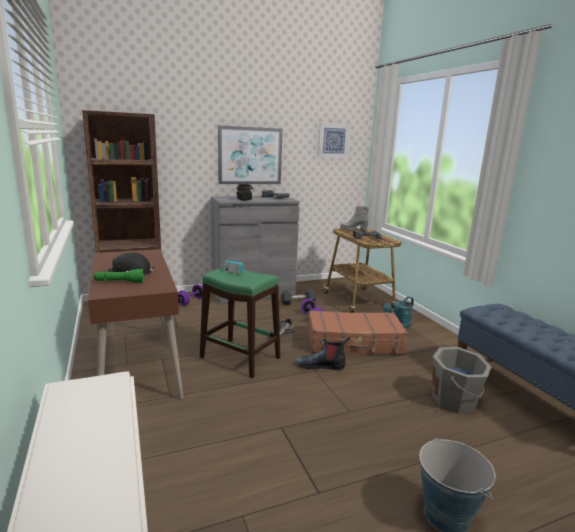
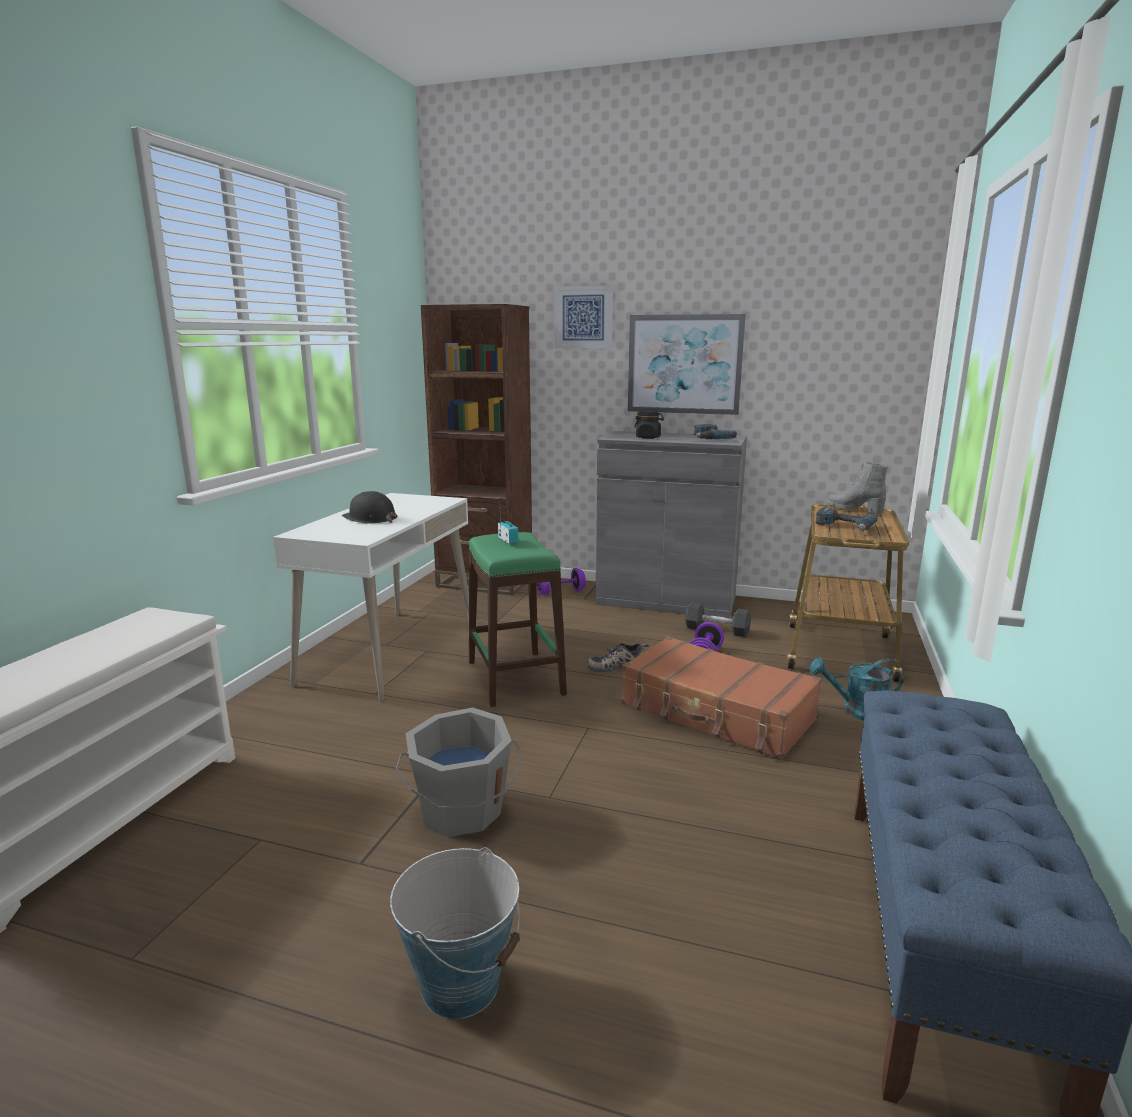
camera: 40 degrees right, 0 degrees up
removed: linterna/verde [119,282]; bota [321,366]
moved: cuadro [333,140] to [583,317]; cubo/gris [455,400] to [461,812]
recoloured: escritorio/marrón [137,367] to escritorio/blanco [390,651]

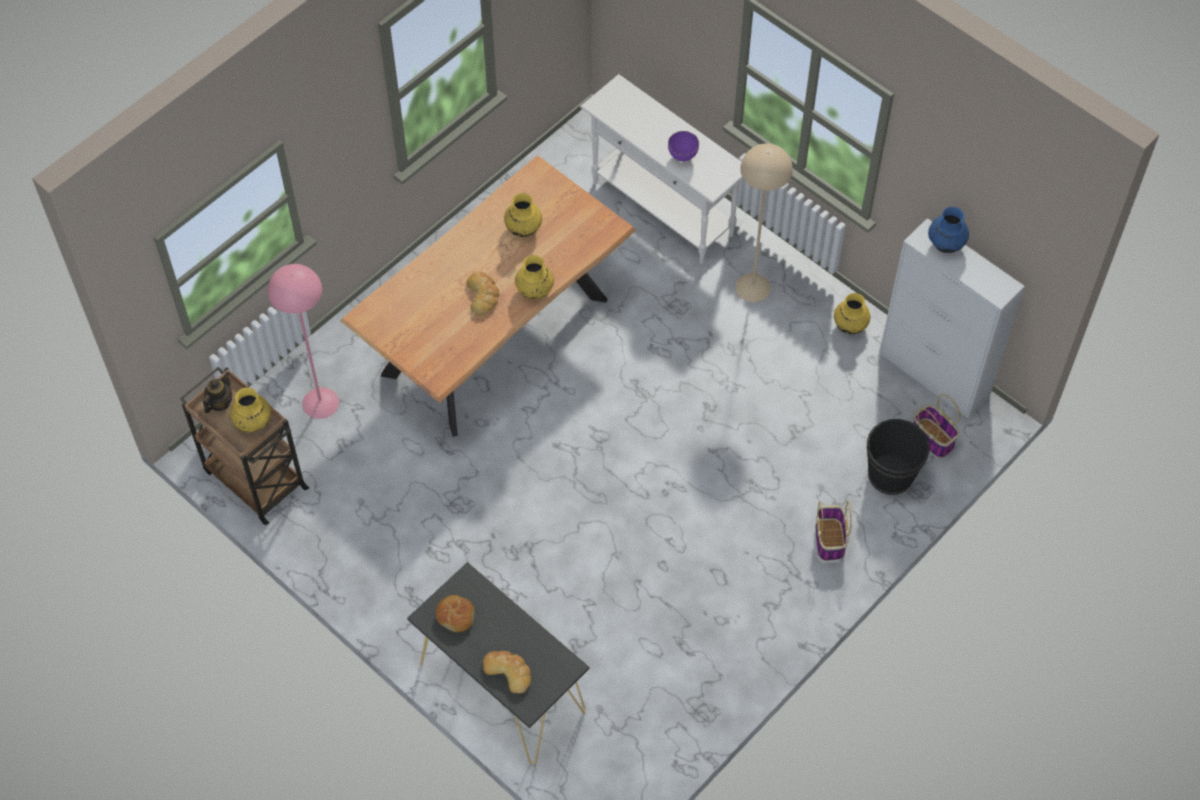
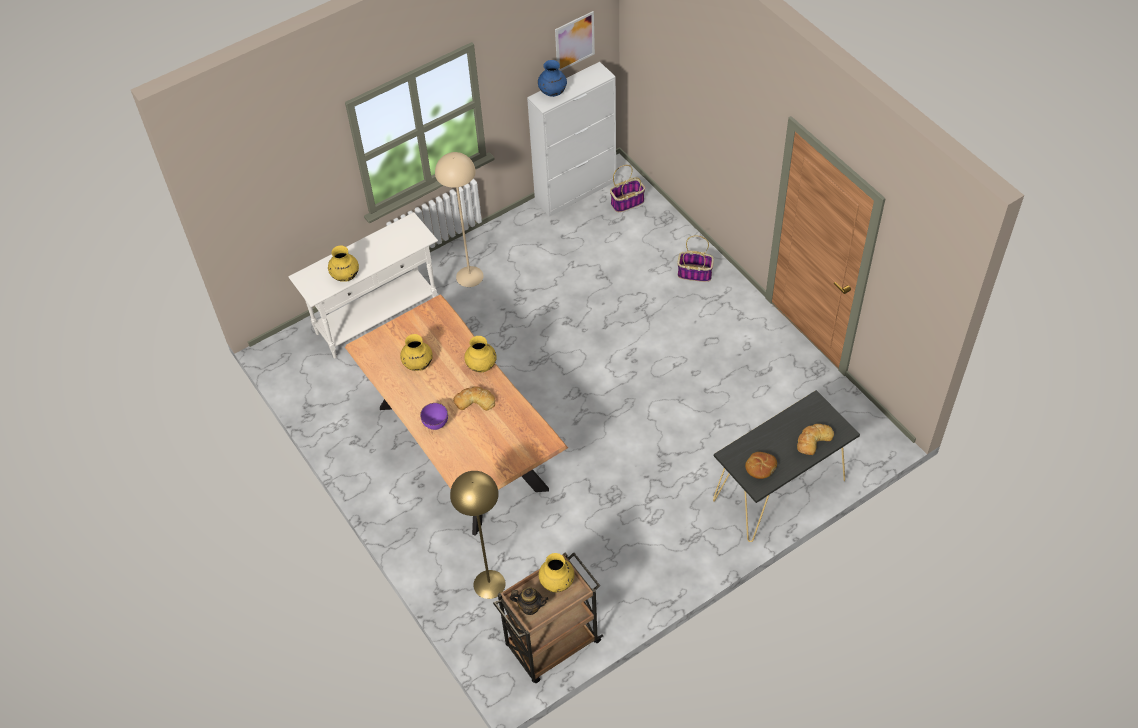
camera: 75 degrees left, 5 degrees down
removed: cubo/negro [890,475]
added: cuadro [574,41]
moved: cuenco/morado [683,157] to [436,424]; florero/amarillo [850,325] to [345,276]
recoloured: lámpara de pie/rosa [320,402] to lámpara de pie/amarillo [489,584]
turned: tetera [220,403] = [530,606] 150 degrees clockwise

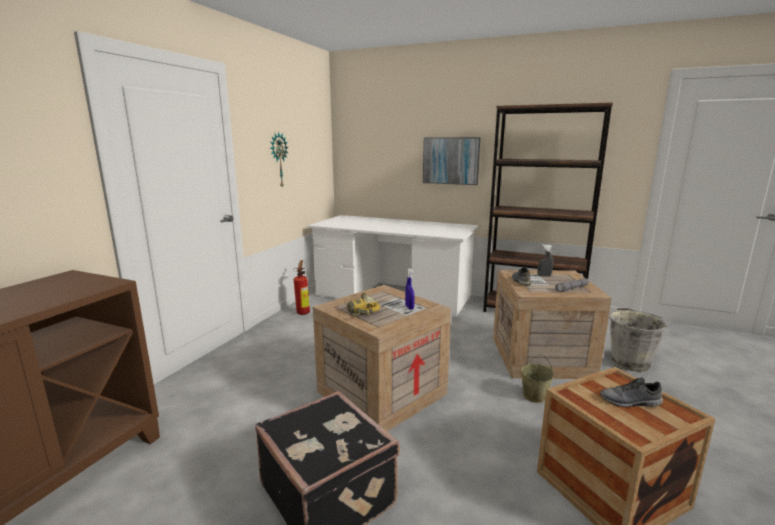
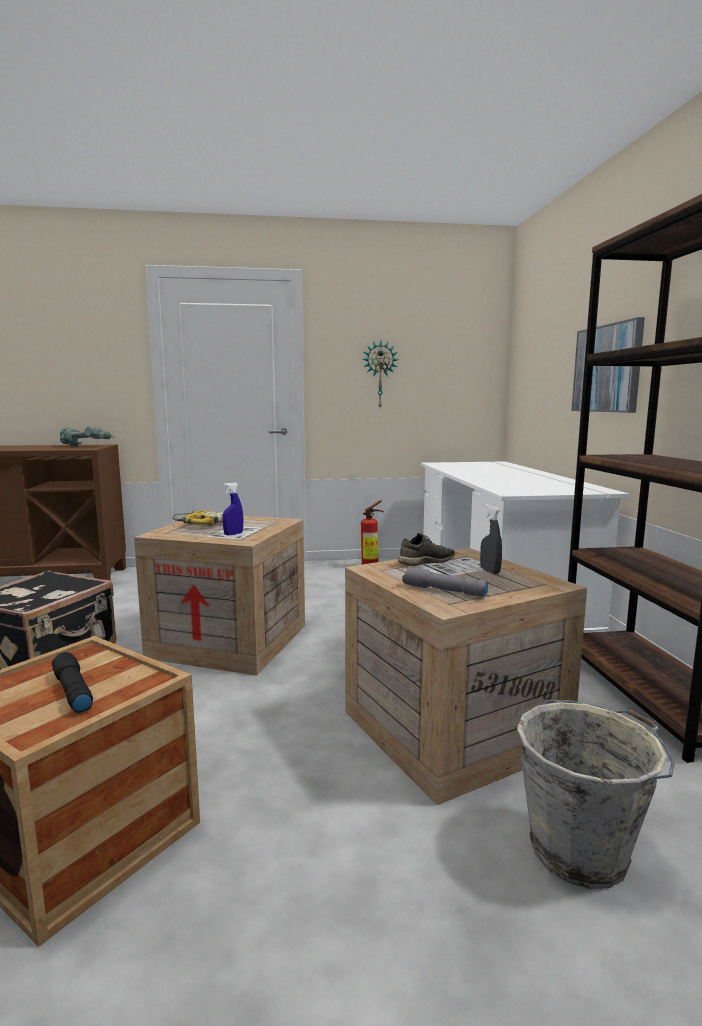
camera: 60 degrees right, 5 degrees down
removed: cubo/beis [534,396]
added: taladro [88,446]
replaced: zapato/gris [630,402] to linterna/negro [72,691]

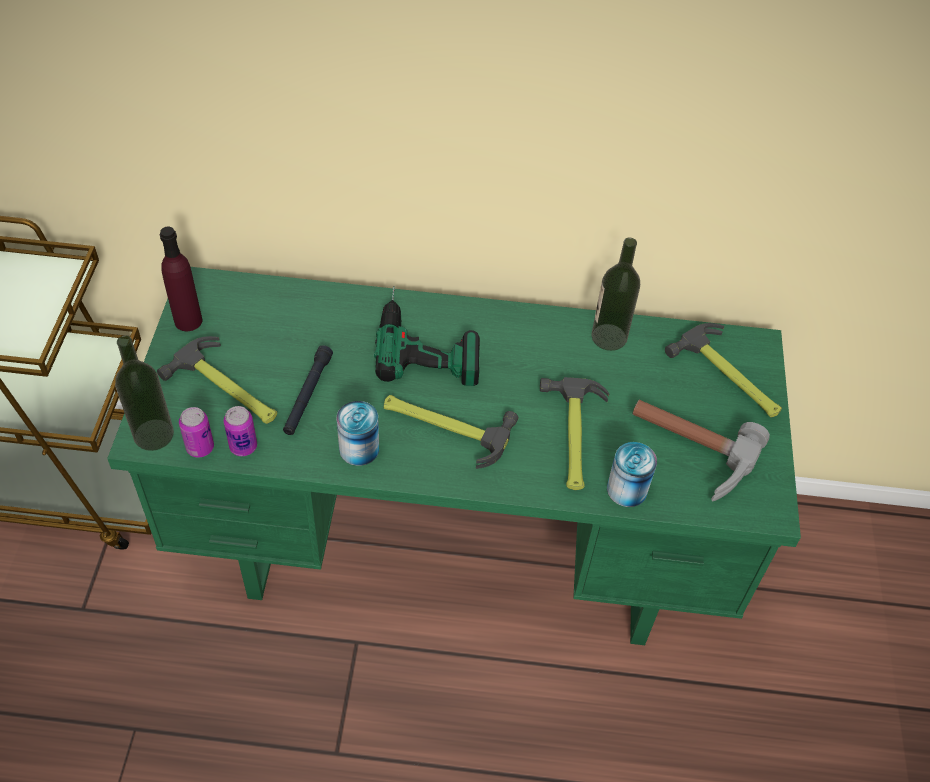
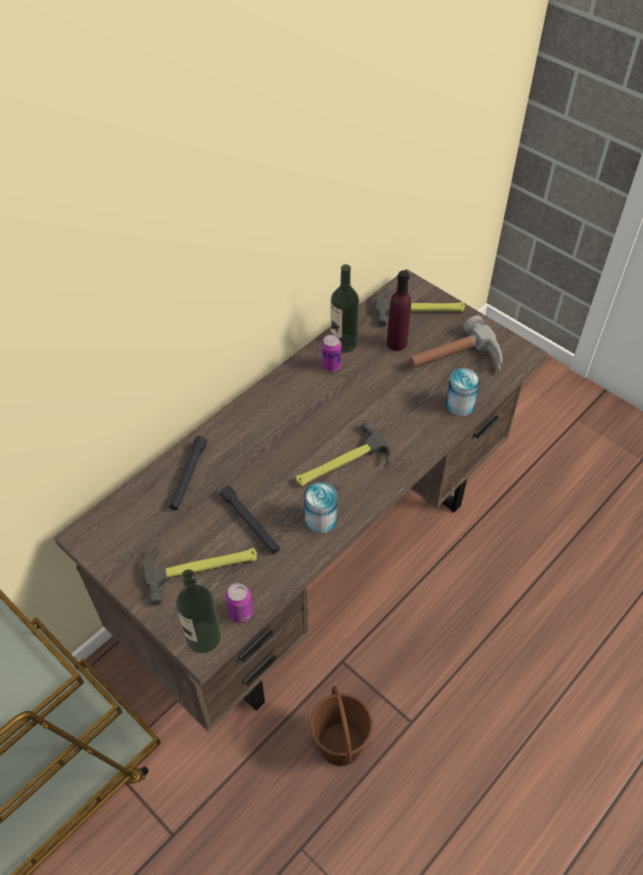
camera: 50 degrees left, 0 degrees up
removed: taladro [427,339]; martillo [573,437]
added: linterna/negro [188,476]; cubo/marrón [340,743]
moved: botella/morado [188,321] to [396,343]; lata [243,446] to [331,366]
recoloured: escritorio/verde [457,549] to escritorio/marrón [321,560]

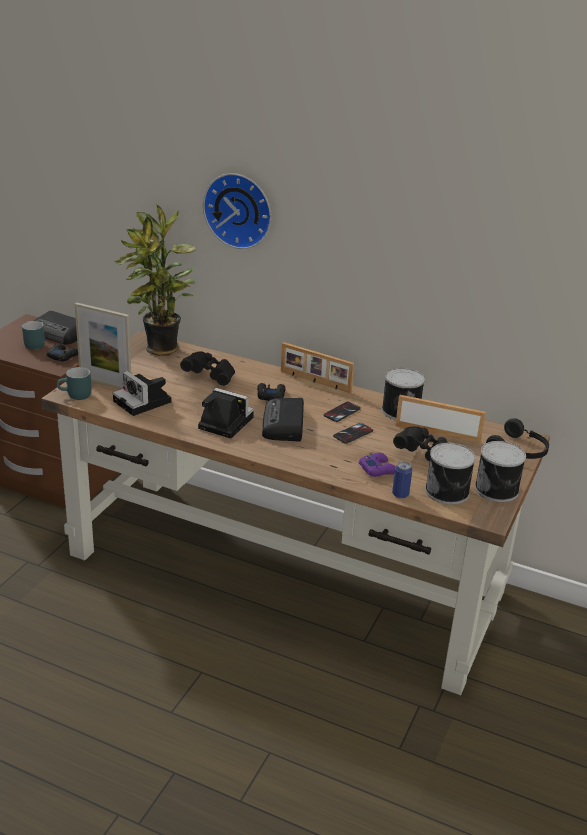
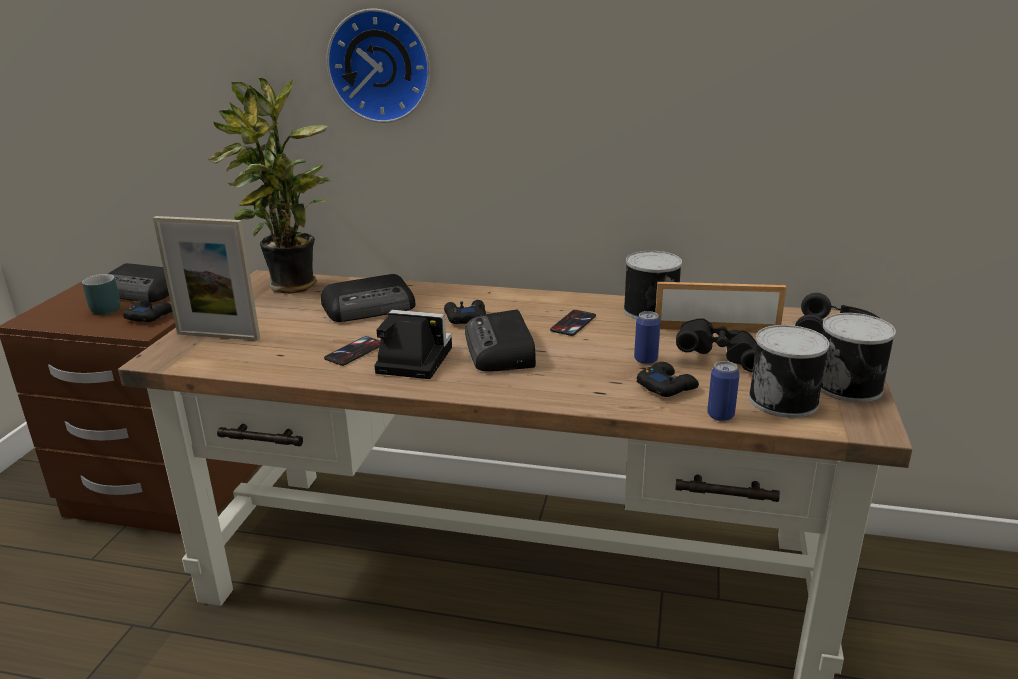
camera: 10 degrees left, 5 degrees down
removed: portarretratos [315,381]; taza grande/turquesa [75,396]; cámara [144,402]
added: lata [645,360]
moved: móvil [353,433] to [354,351]
replaced: prismáticos/negro [210,376] to radio [371,307]
recoloured: mando de consola/morado [378,469] to mando de consola/negro [666,386]

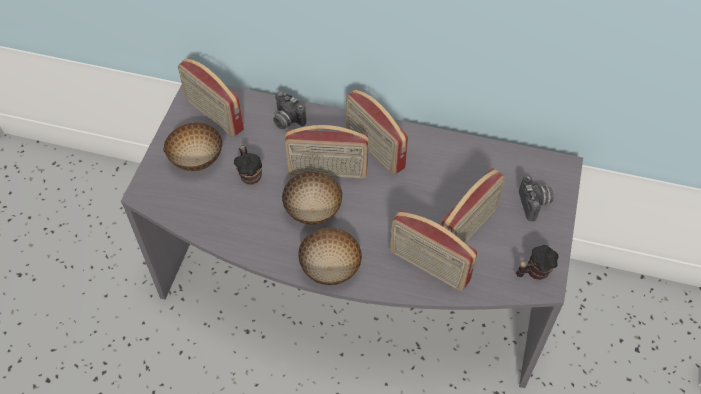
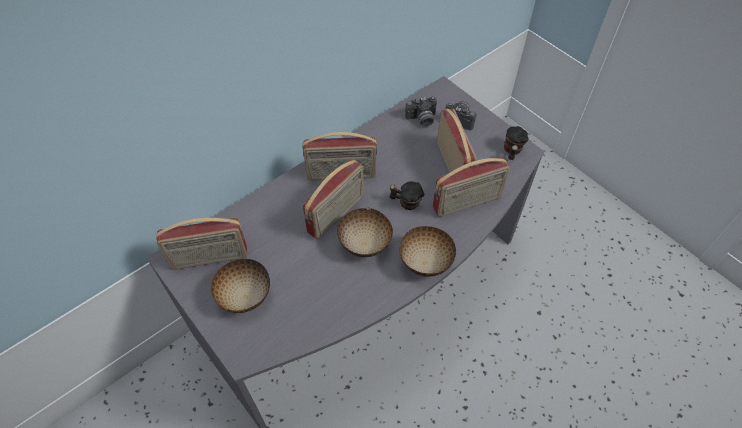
camera: 55 degrees left, 0 degrees up
moved: cámara [286,120] to [421,120]; taza grande [250,174] to [406,202]

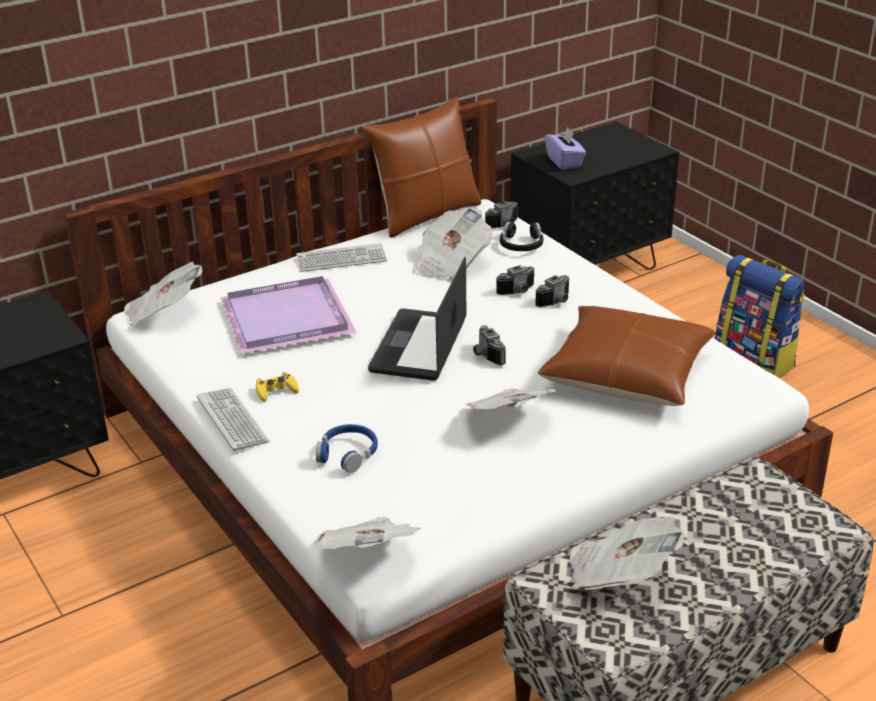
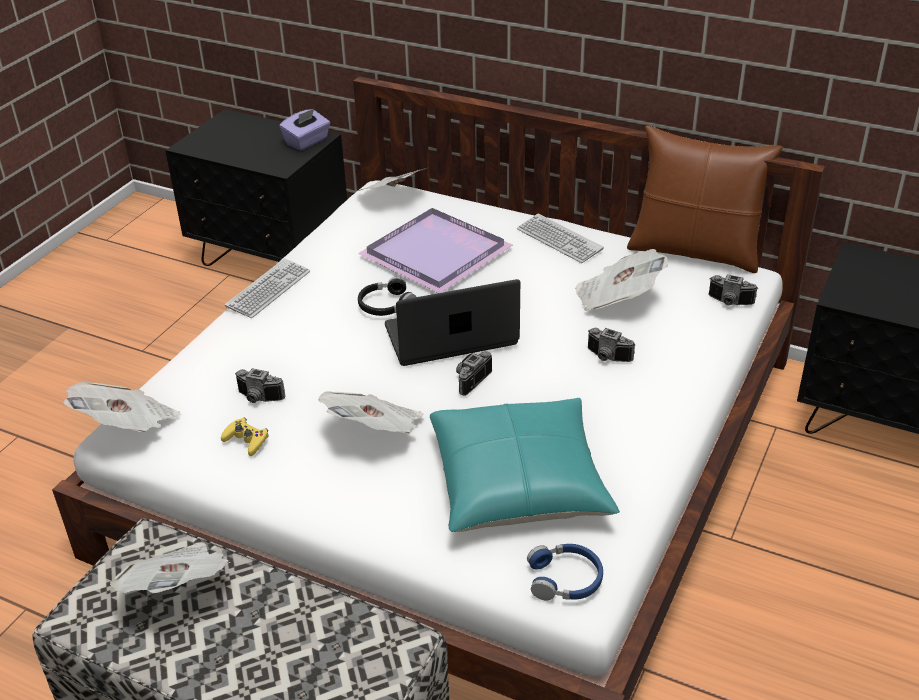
camera: 60 degrees right, 5 degrees up
removed: mochila [755,361]
moved: caja de pañuelos/morado [564,162] to [307,142]; auriculares/negro [521,244] to [386,305]; cámara [557,302] to [258,399]; mando de consola/amarillo [276,391] to [246,440]; auriculares/azul [348,454] to [565,579]
recoloured: cojín/marrón [626,374] to cojín/turquesa [519,482]

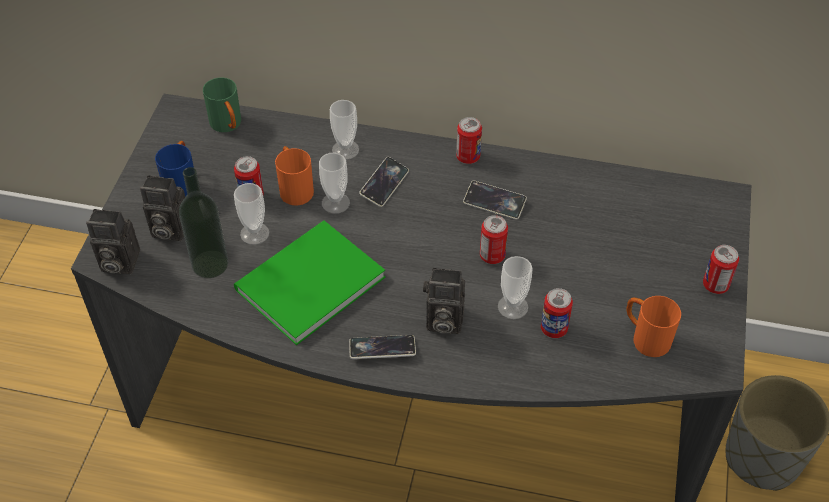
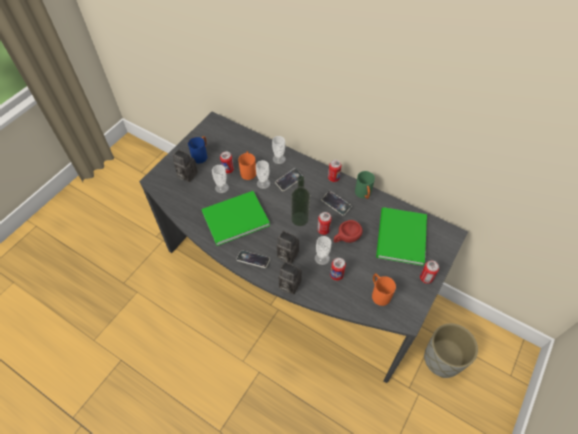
camera: 20 degrees right, 5 degrees up
added: libro/verde [399,238]; taza/rojo [346,238]
moved: taza grande/verde [228,126] to [363,195]; botella [210,264] to [299,219]; cámara [117,262] to [288,285]

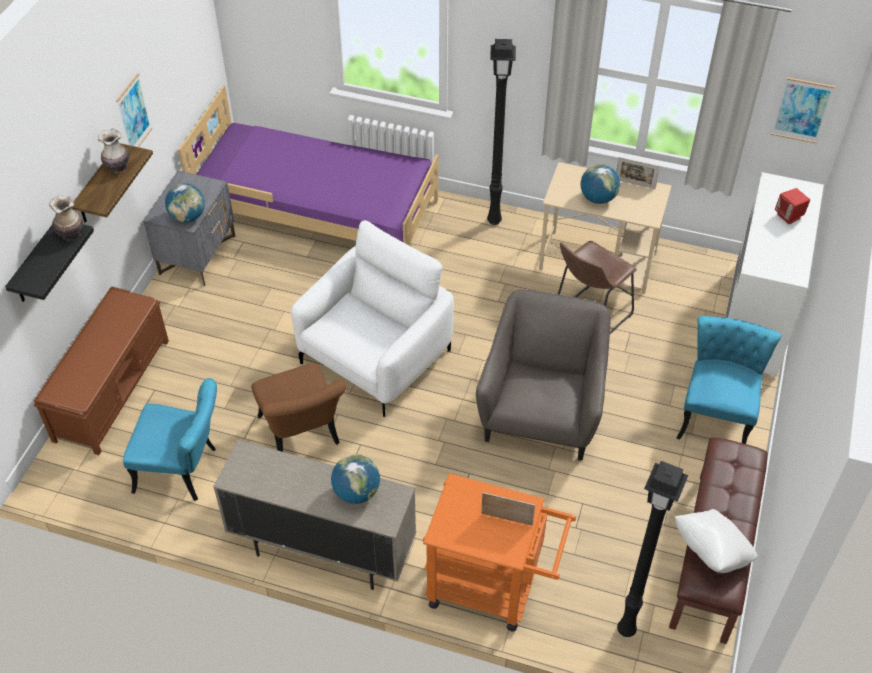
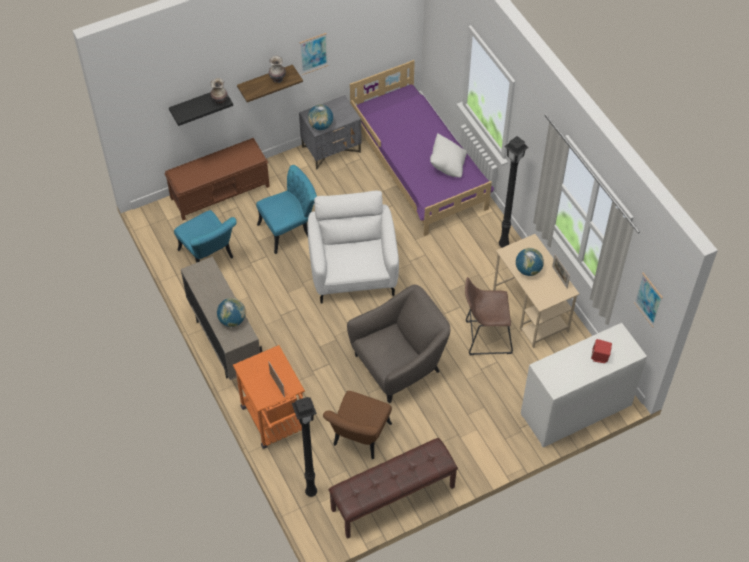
camera: 45 degrees right, 5 degrees up
moved: silla/turquesa [716,414] to [289,229]; silla/marrón [302,437] to [359,439]; cojín/blanco [710,553] to [447,165]
turned: sillón/blanco [375,357] = [353,271] 90 degrees counterclockwise

